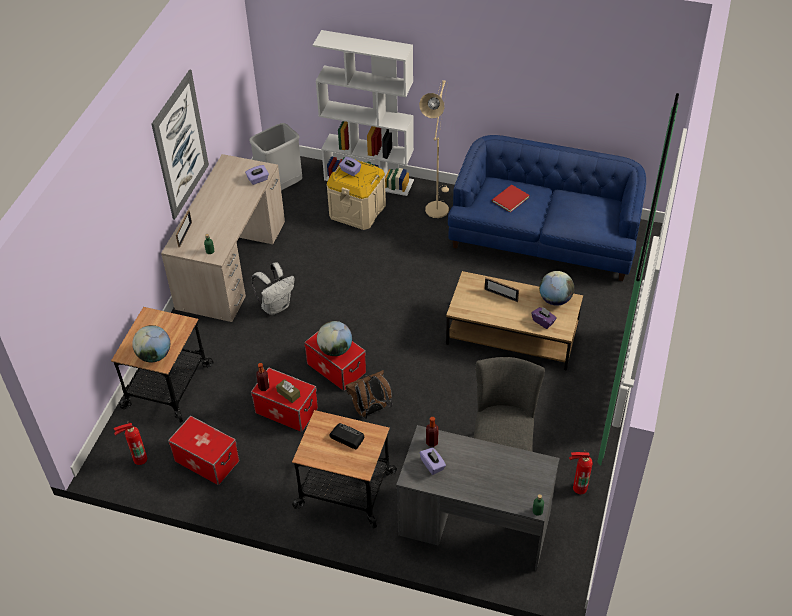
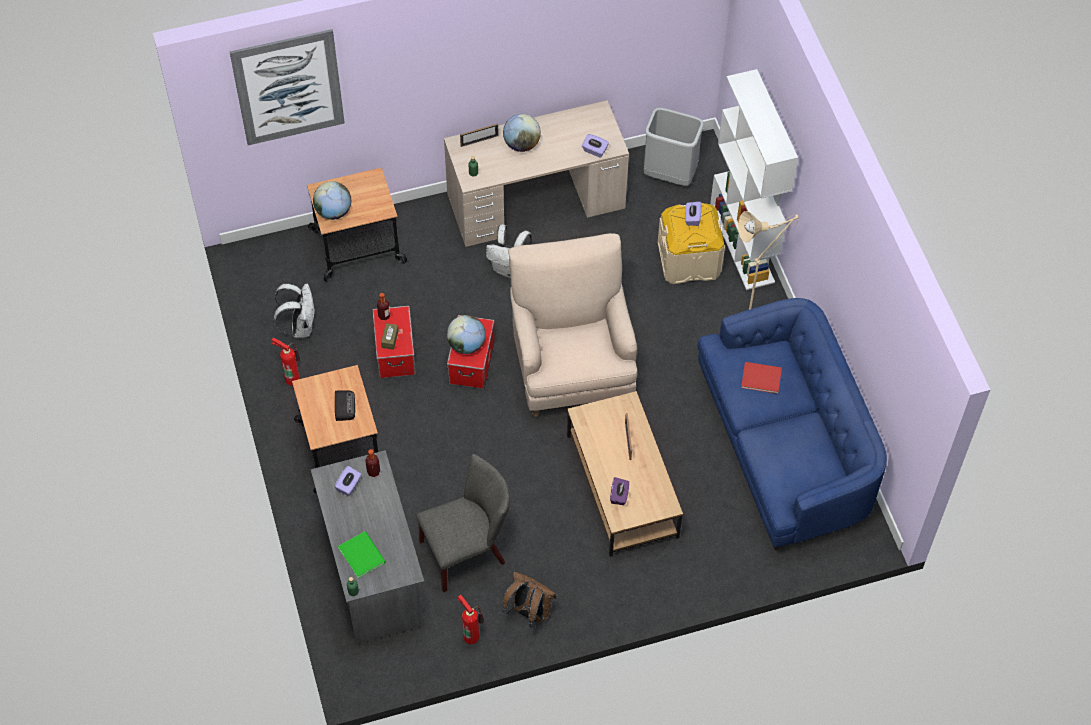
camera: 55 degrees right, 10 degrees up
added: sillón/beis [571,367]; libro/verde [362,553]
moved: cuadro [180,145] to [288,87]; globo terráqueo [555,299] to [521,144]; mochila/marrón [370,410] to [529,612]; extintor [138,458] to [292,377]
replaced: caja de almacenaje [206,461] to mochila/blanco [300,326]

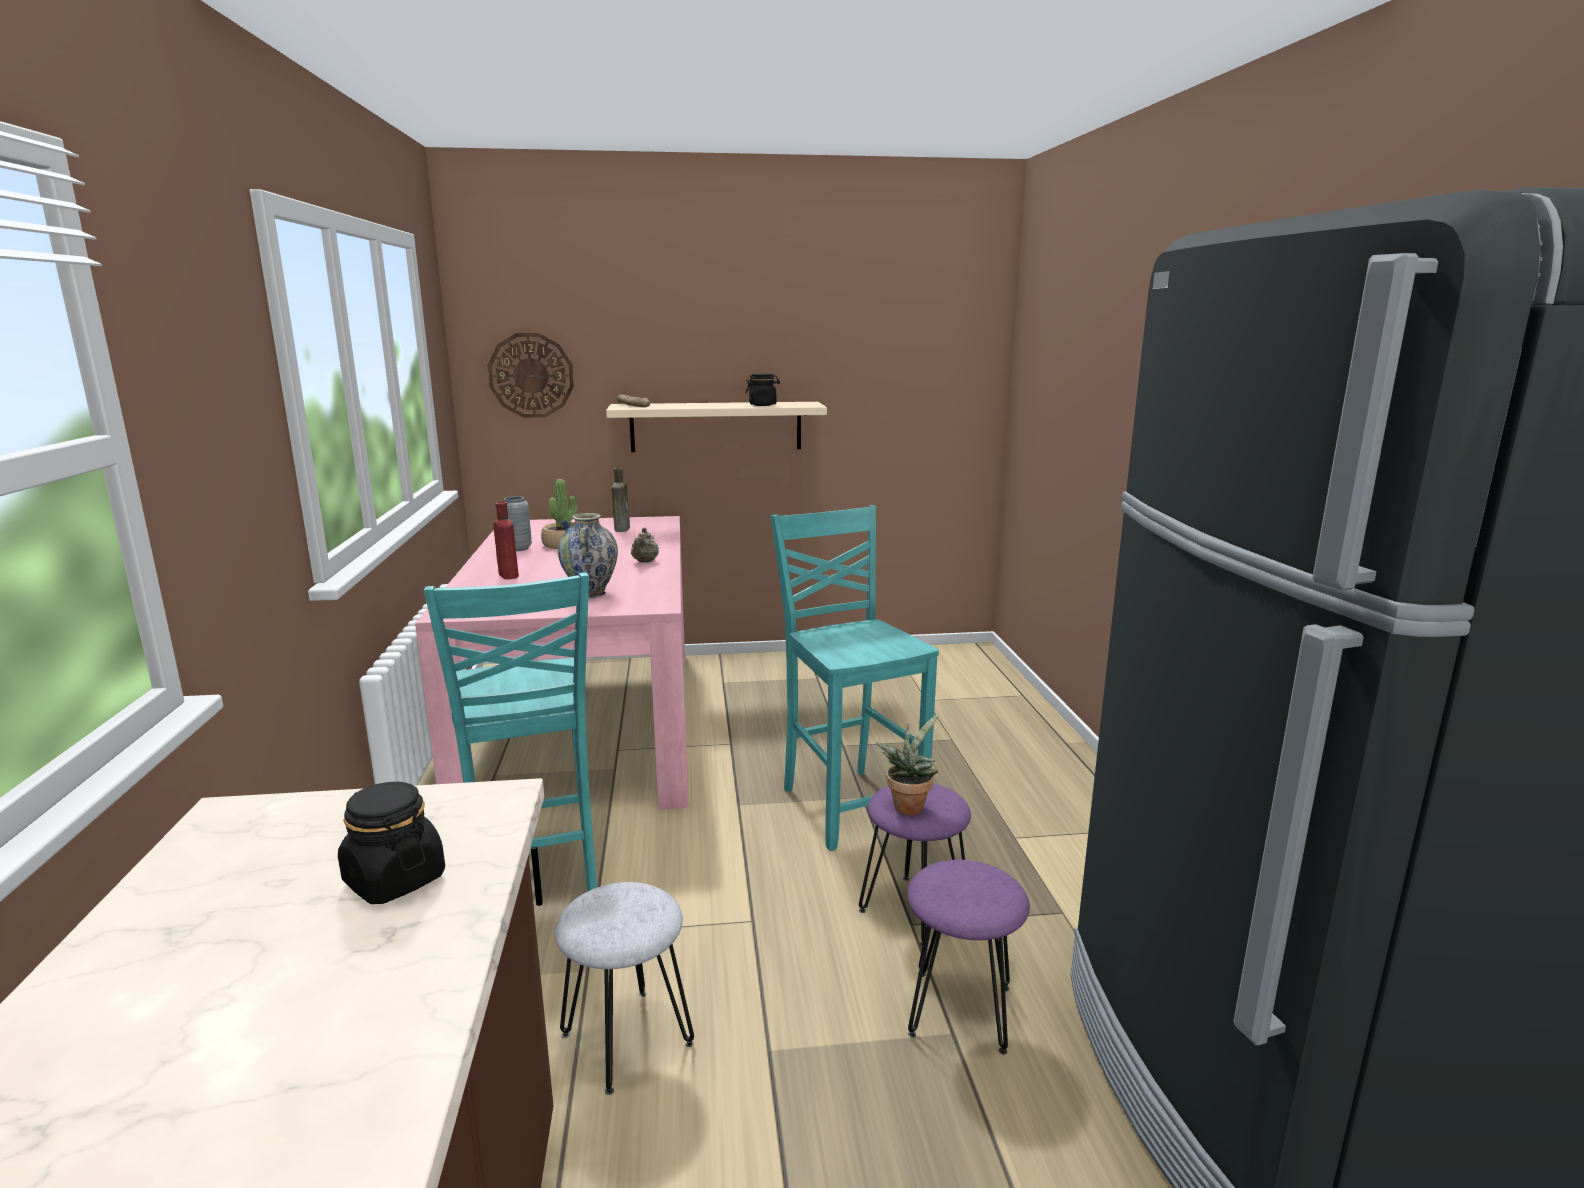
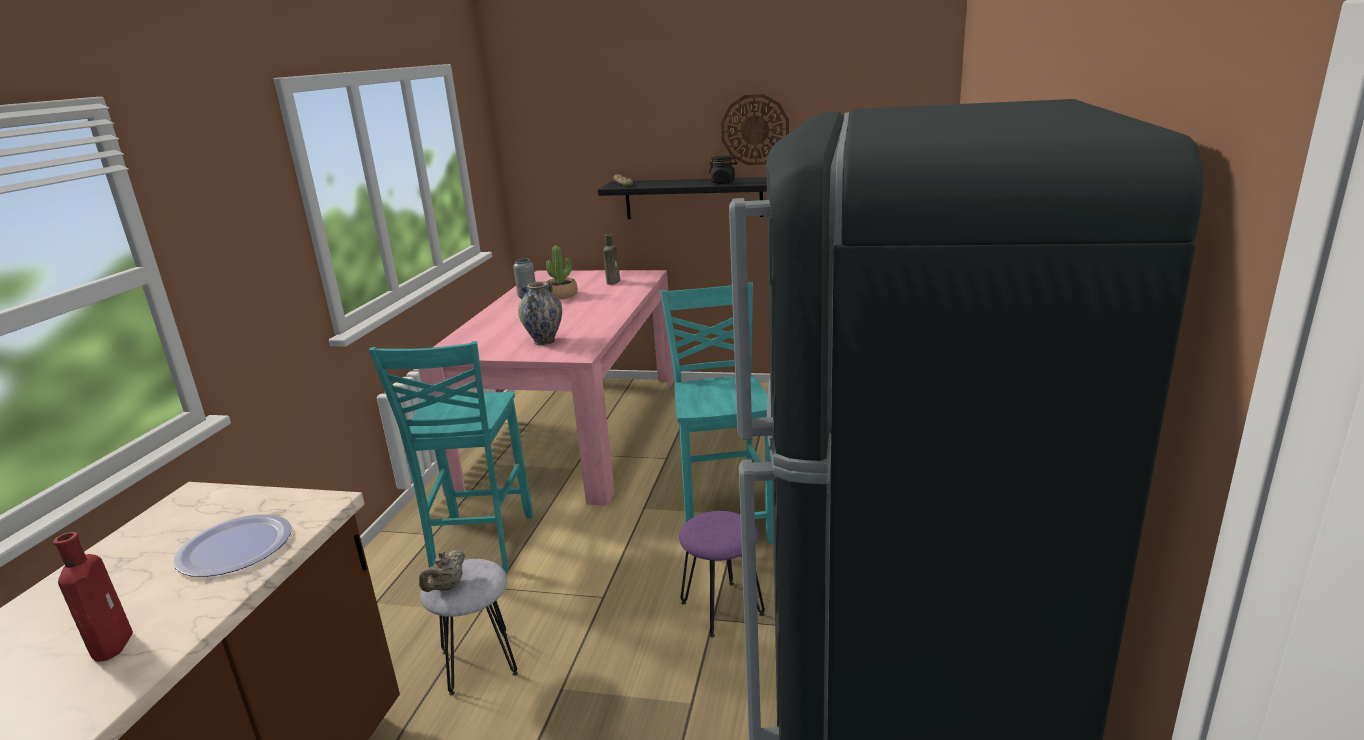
camera: 20 degrees right, 5 degrees up
removed: planta en maceta [908,805]; taburete/morado [960,1009]
moved: reloj de pared [531,375] to [755,130]; botella/rojo [508,575] to [113,643]; tetera/beis [645,562] to [447,587]
replaced: tarro/negro [394,880] to plato [235,547]
recoloured: estante/beis [716,426] to estante/negro [693,198]

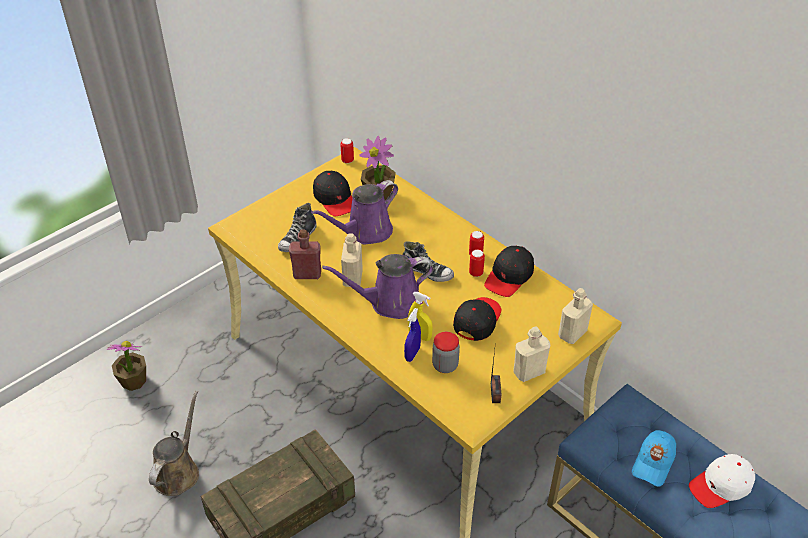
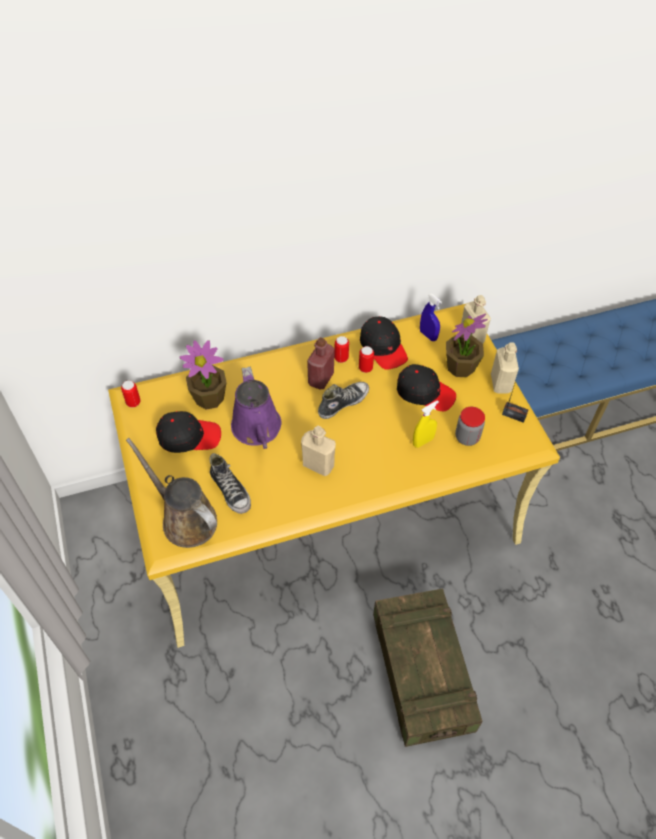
camera: 65 degrees left, 10 degrees up
removed: regadera/morado [390,302]; gorra/azul [653,463]; gorra/blanco [721,486]
moved: botella/rojo [307,274] to [321,379]; pulverizador/azul [412,354] to [428,335]; planta en maceta [133,381] to [460,367]; regadera/marrón [178,471] to [185,519]
turned: gorra/negro [477,320] = [425,392] 150 degrees clockwise

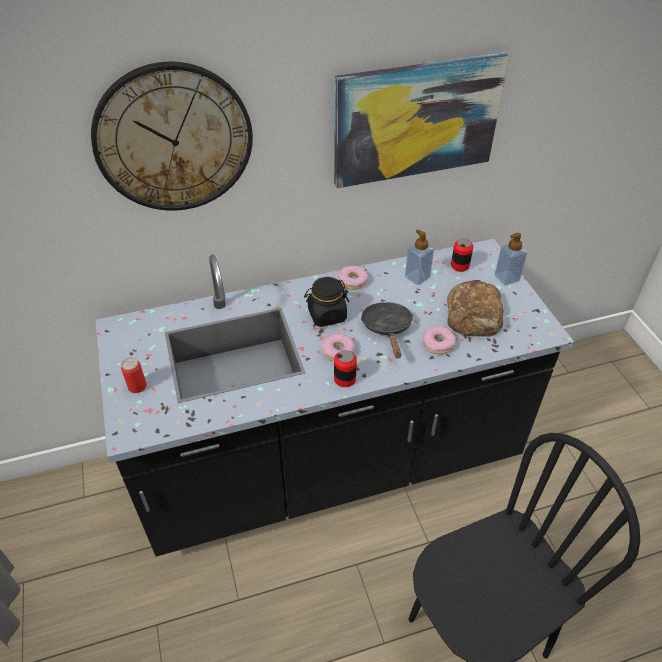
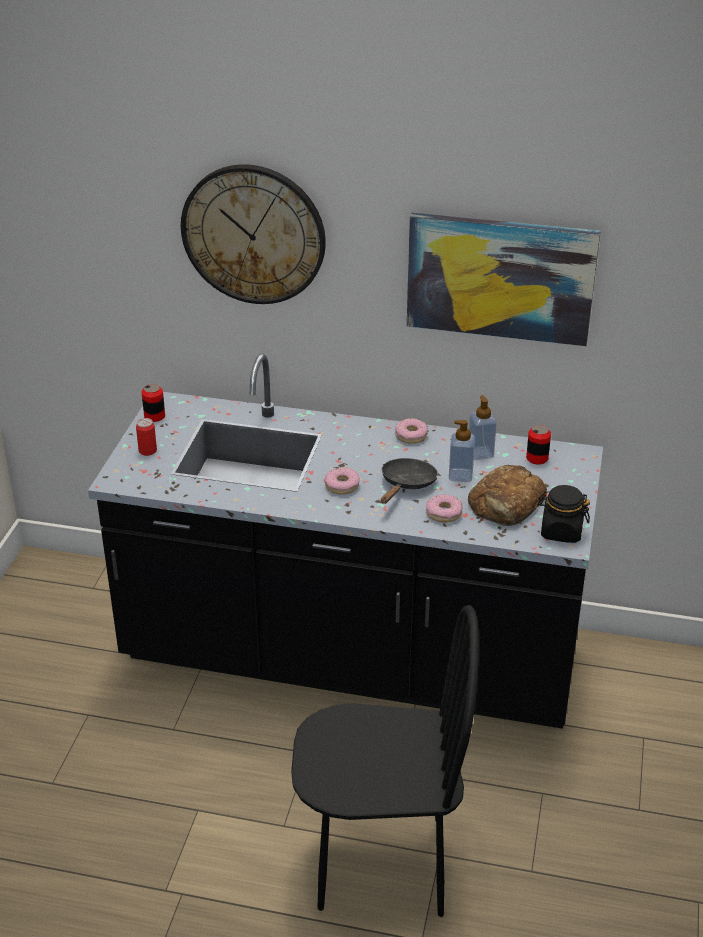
camera: 30 degrees right, 10 degrees down
moved: dispensador de jabón [506,278] to [460,475]; tarro/negro [326,315] to [561,531]; lata [345,379] to [154,416]

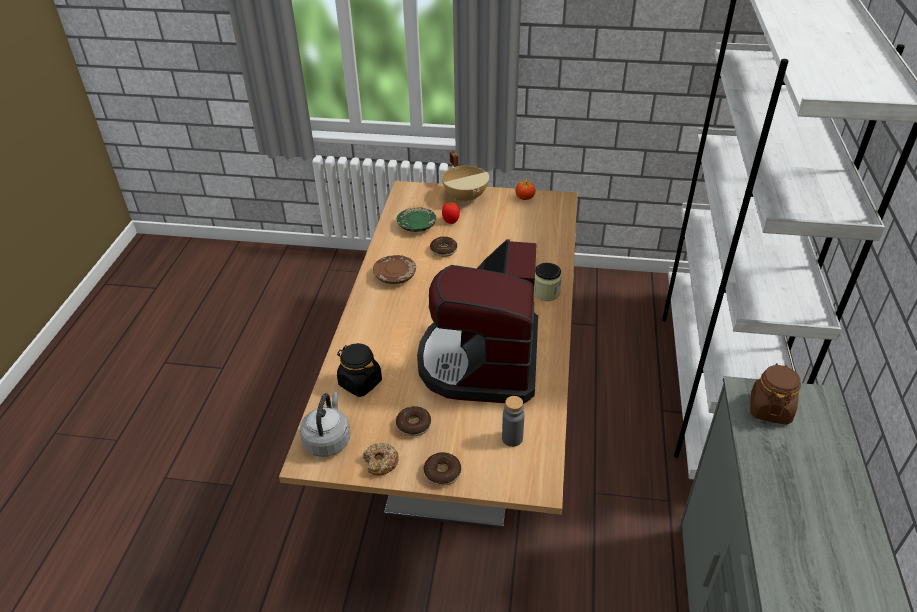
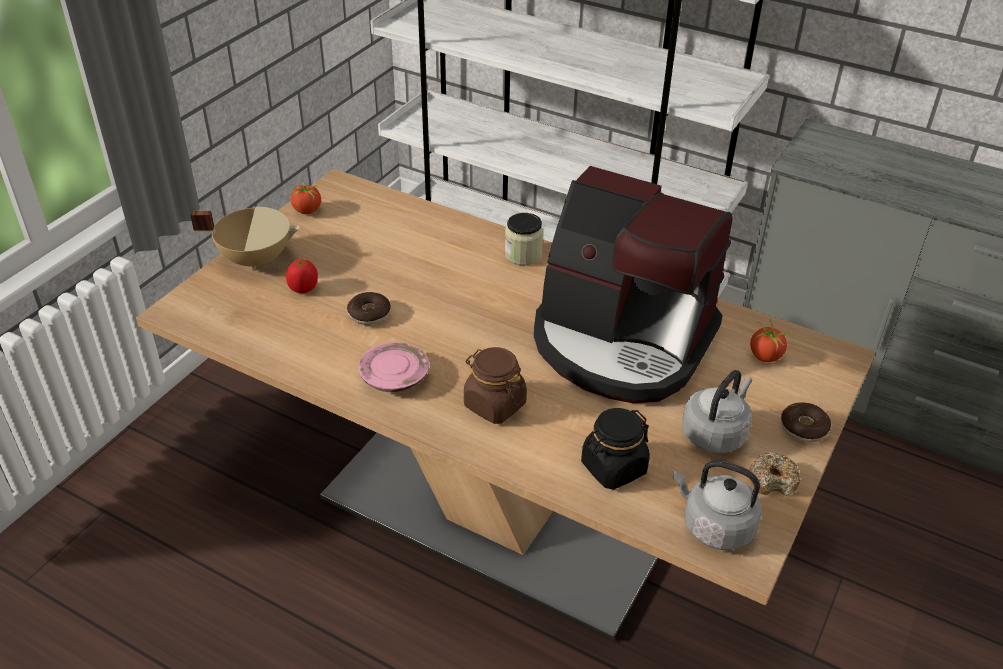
camera: 70 degrees left, 0 degrees up
removed: plato/verde [416,225]
moved: tarro/marrón [770,409] to [494,404]
replaced: botella/gris [512,438] to tomate [765,356]; rosquilla [413,425] to hervidor/gris [715,433]
recoloured: plato/marrón [395,276] to plato/rosa [394,376]

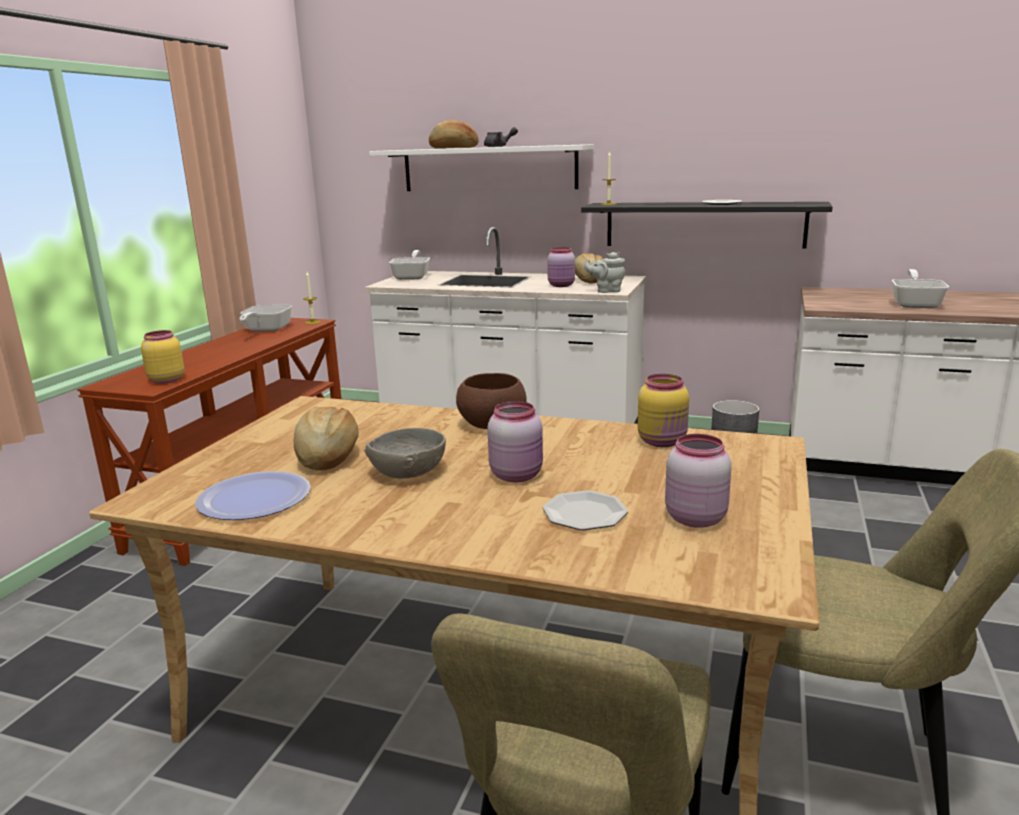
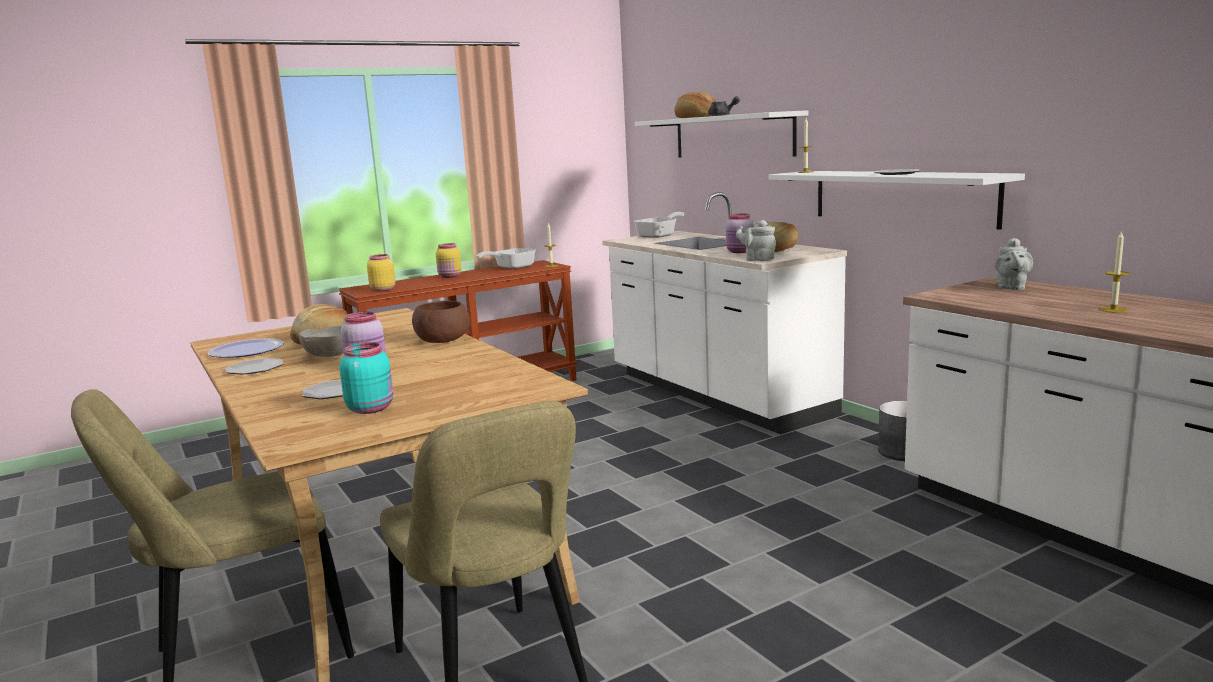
camera: 40 degrees right, 5 degrees down
removed: sartén [916,304]
added: vela [1113,310]; tetera/gris [1011,288]; plato [254,369]
moved: tarro/amarillo [663,441] to [450,276]
recoloured: estante/negro [704,224] to estante/blanco [901,197]; tarro/rosa [694,517] to tarro/turquesa [371,408]

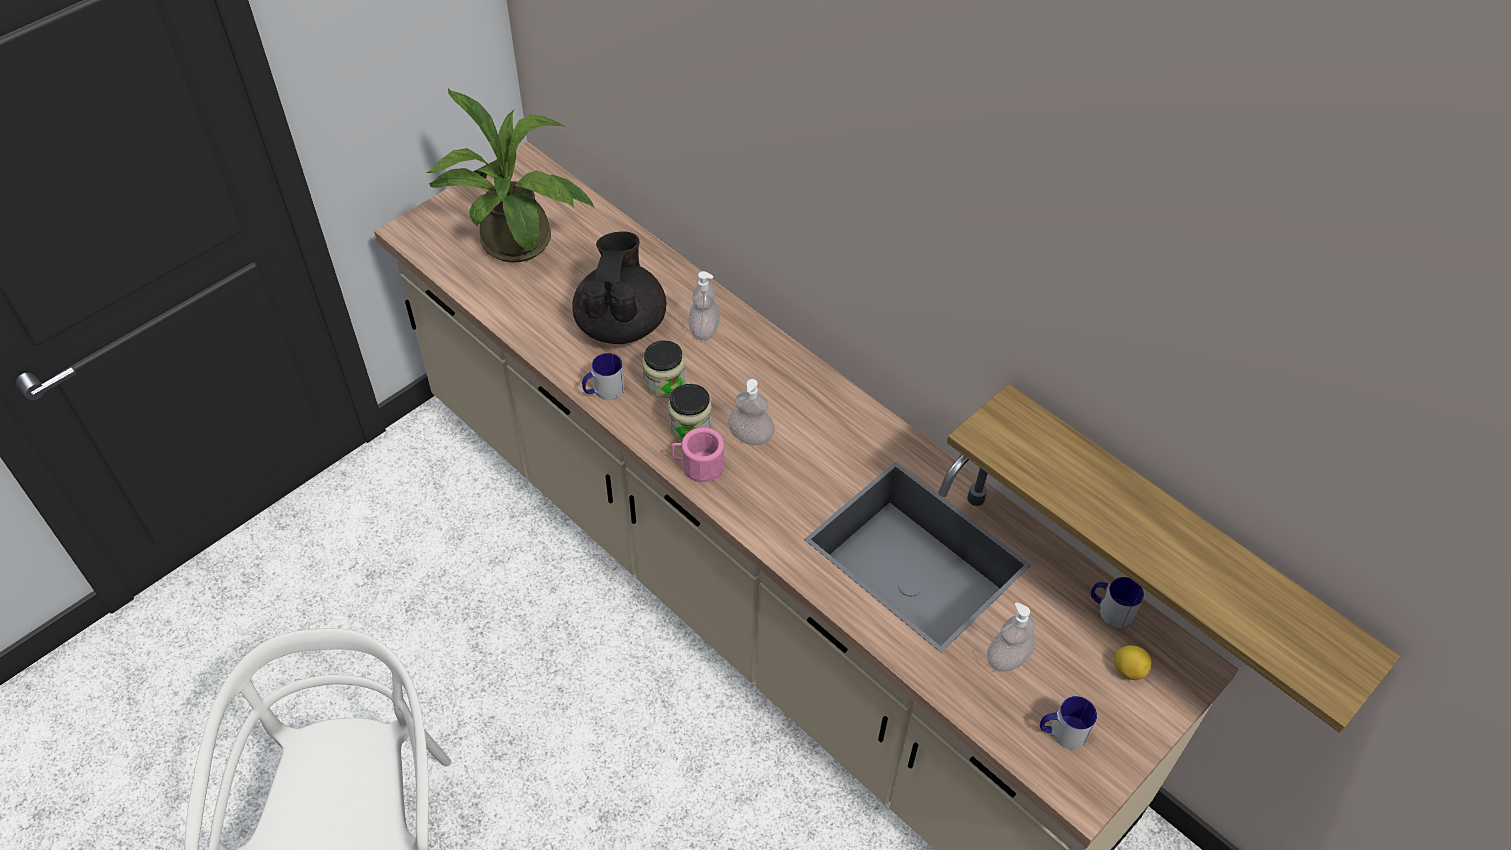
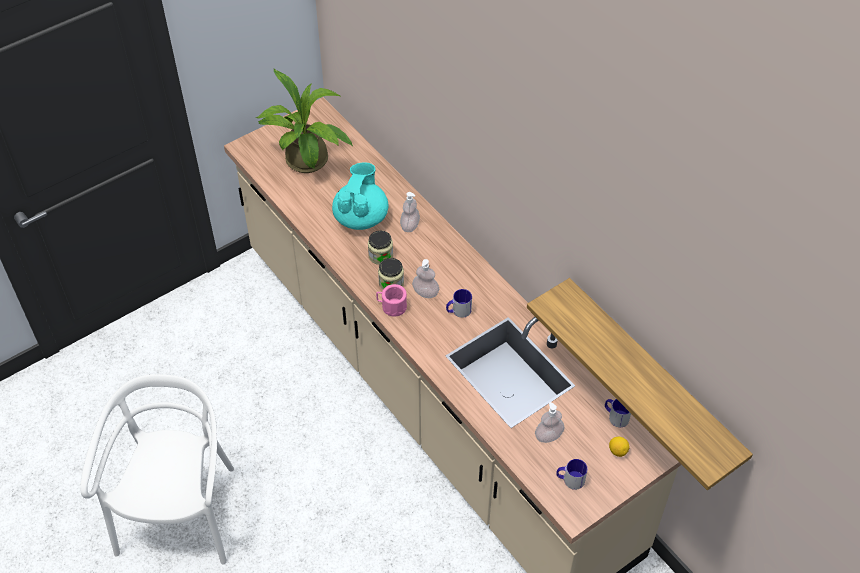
camera: 10 degrees right, 0 degrees up
moved: taza grande [603,390] to [458,311]
recoloured: tetera/negro [621,323] to tetera/turquesa [361,217]

